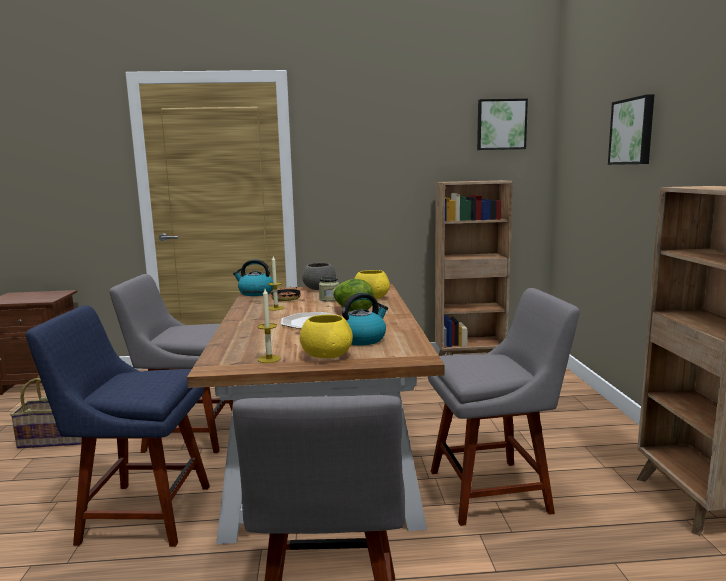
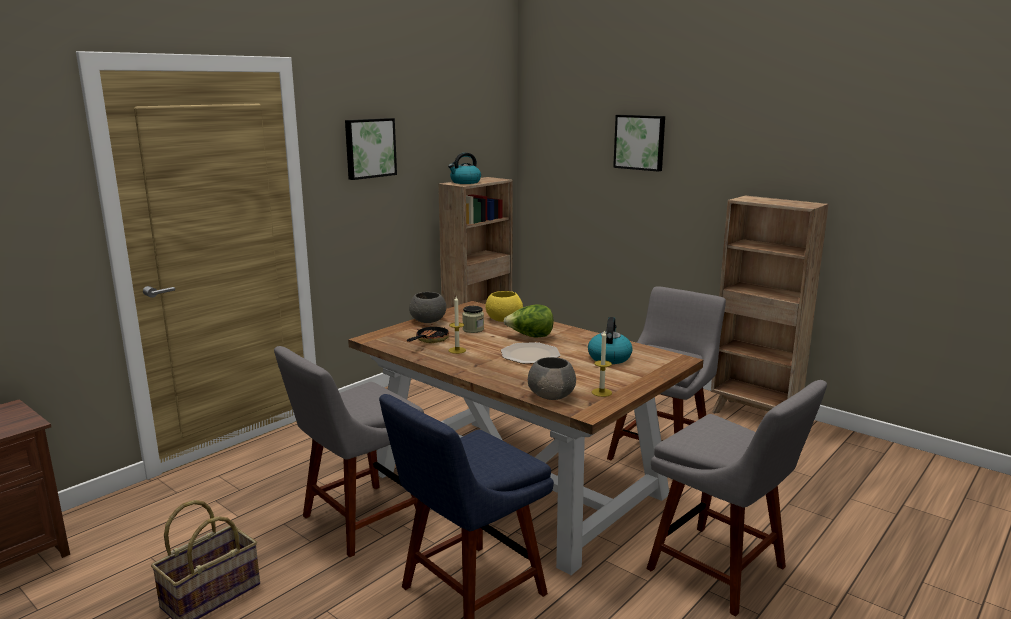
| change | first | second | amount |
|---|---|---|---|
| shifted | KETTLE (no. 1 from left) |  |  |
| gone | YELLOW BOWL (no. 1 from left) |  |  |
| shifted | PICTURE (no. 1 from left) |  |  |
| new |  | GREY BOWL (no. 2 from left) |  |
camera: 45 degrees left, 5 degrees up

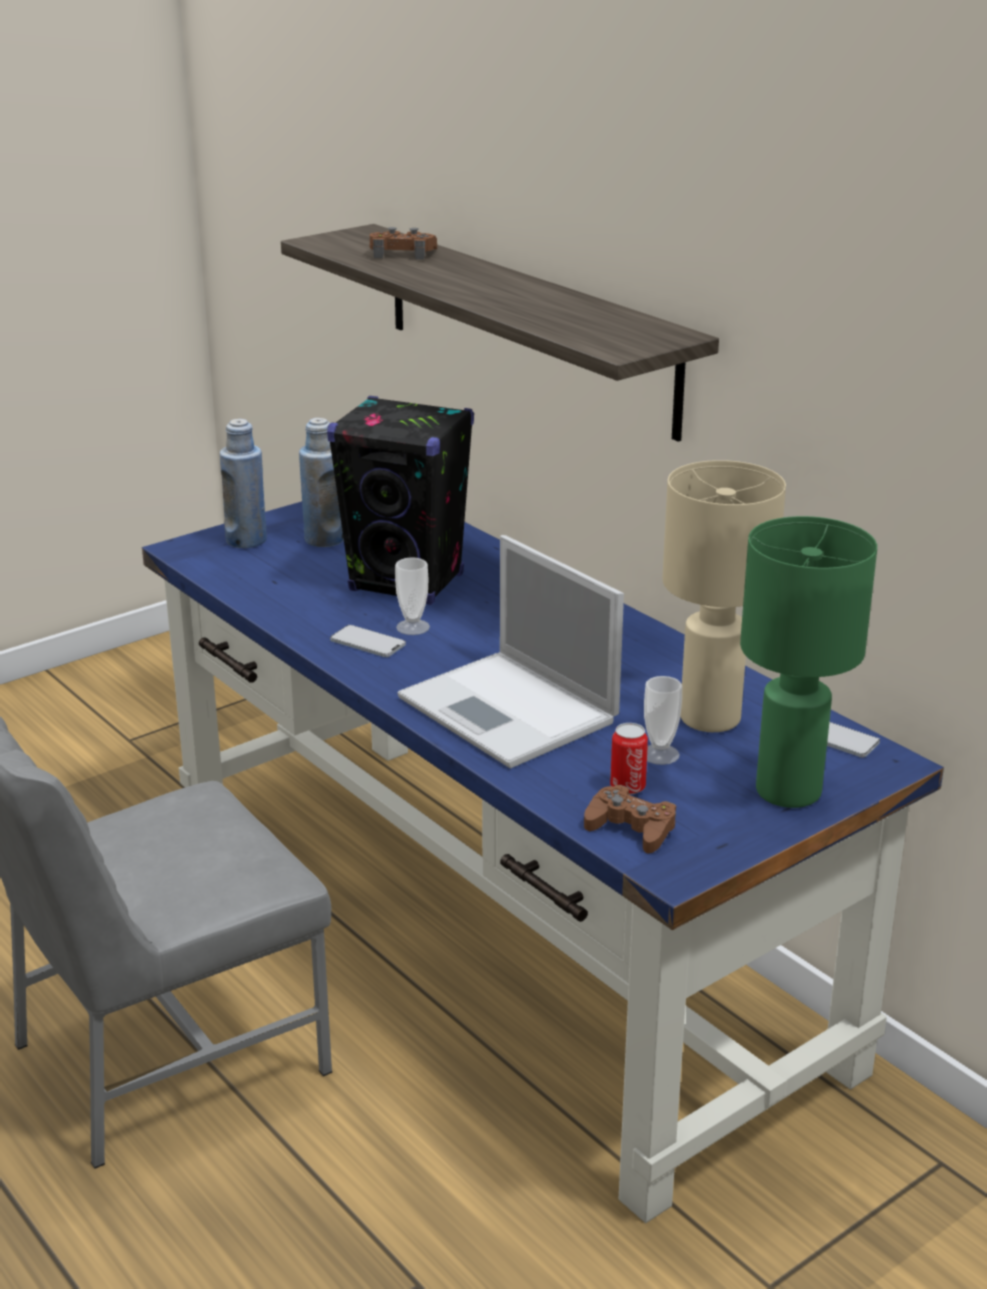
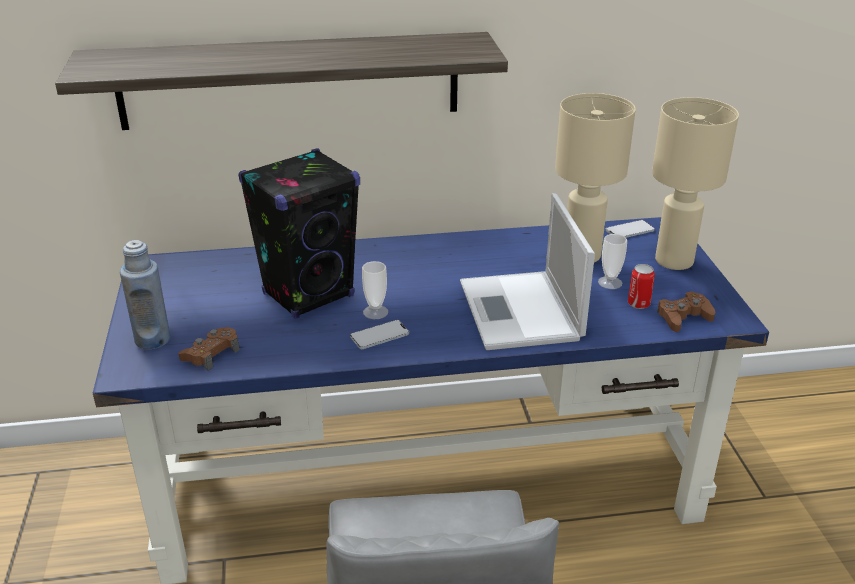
| change | first | second | amount |
|---|---|---|---|
| gone | BLUE BOTTLE (no. 2 from left) |  |  |
| shifted | BROWN GAME CONTROLLER (no. 1 from left) |  |  |
| rotated | LAPTOP |  | 90 degrees clockwise |
| repainted | GREEN TABLE LAMP | BEIGE TABLE LAMP (no. 2 from left) |  |
camera: 60 degrees left, 5 degrees up

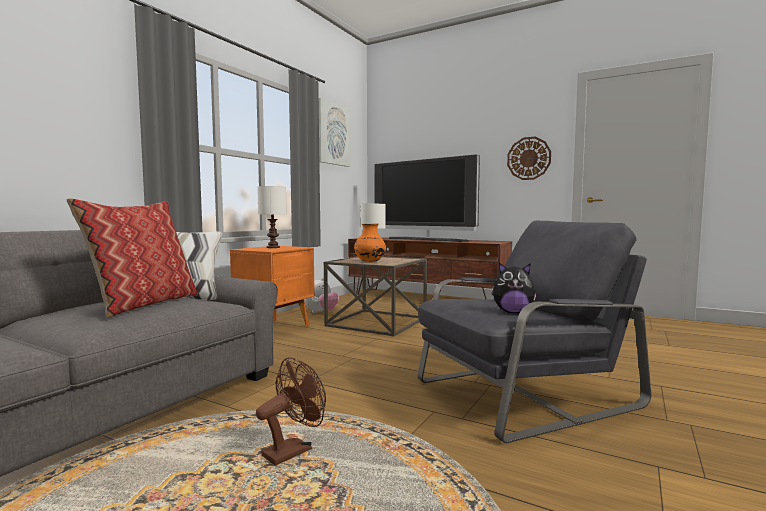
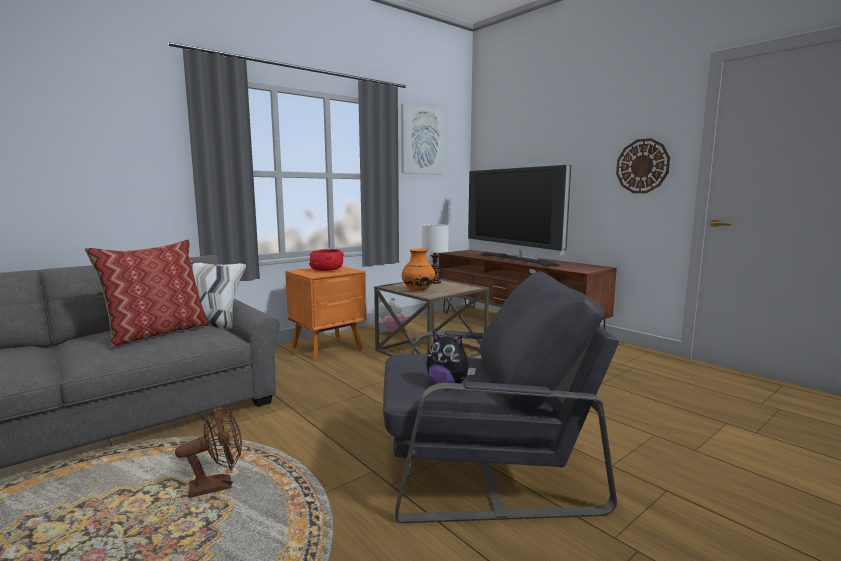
| change | first | second | amount |
|---|---|---|---|
| swapped | WHITE TABLE LAMP (no. 1 from left) | RED BOWL |  |
camera: 20 degrees right, 5 degrees up

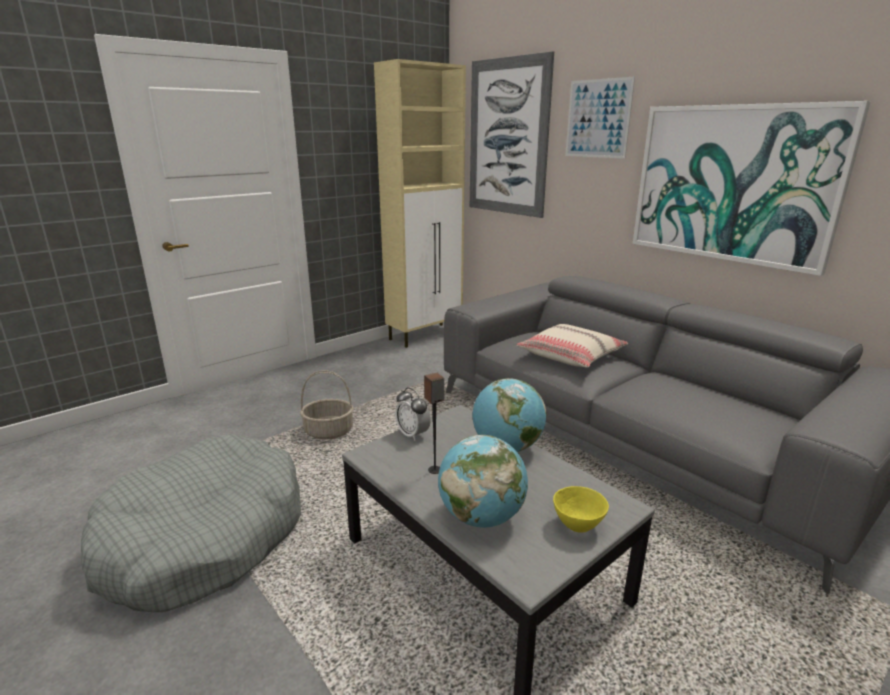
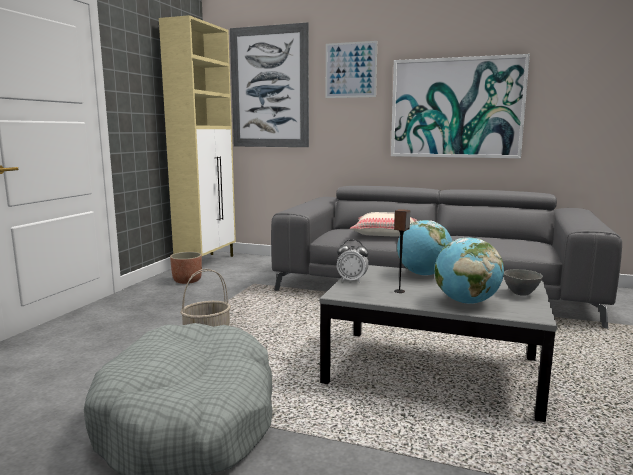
| change | first | second | amount |
|---|---|---|---|
| repainted | YELLOW BOWL | GREY BOWL |  |
| new |  | PLANTER |  |
camera: 30 degrees left, 10 degrees down

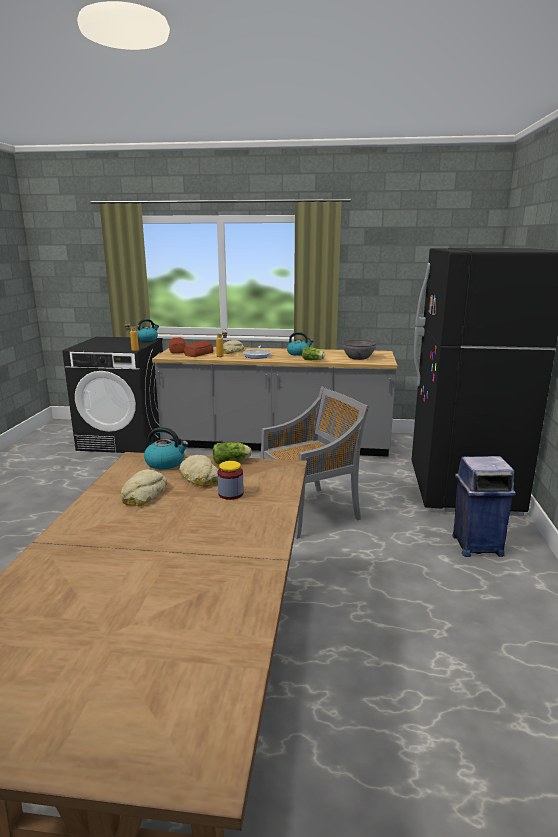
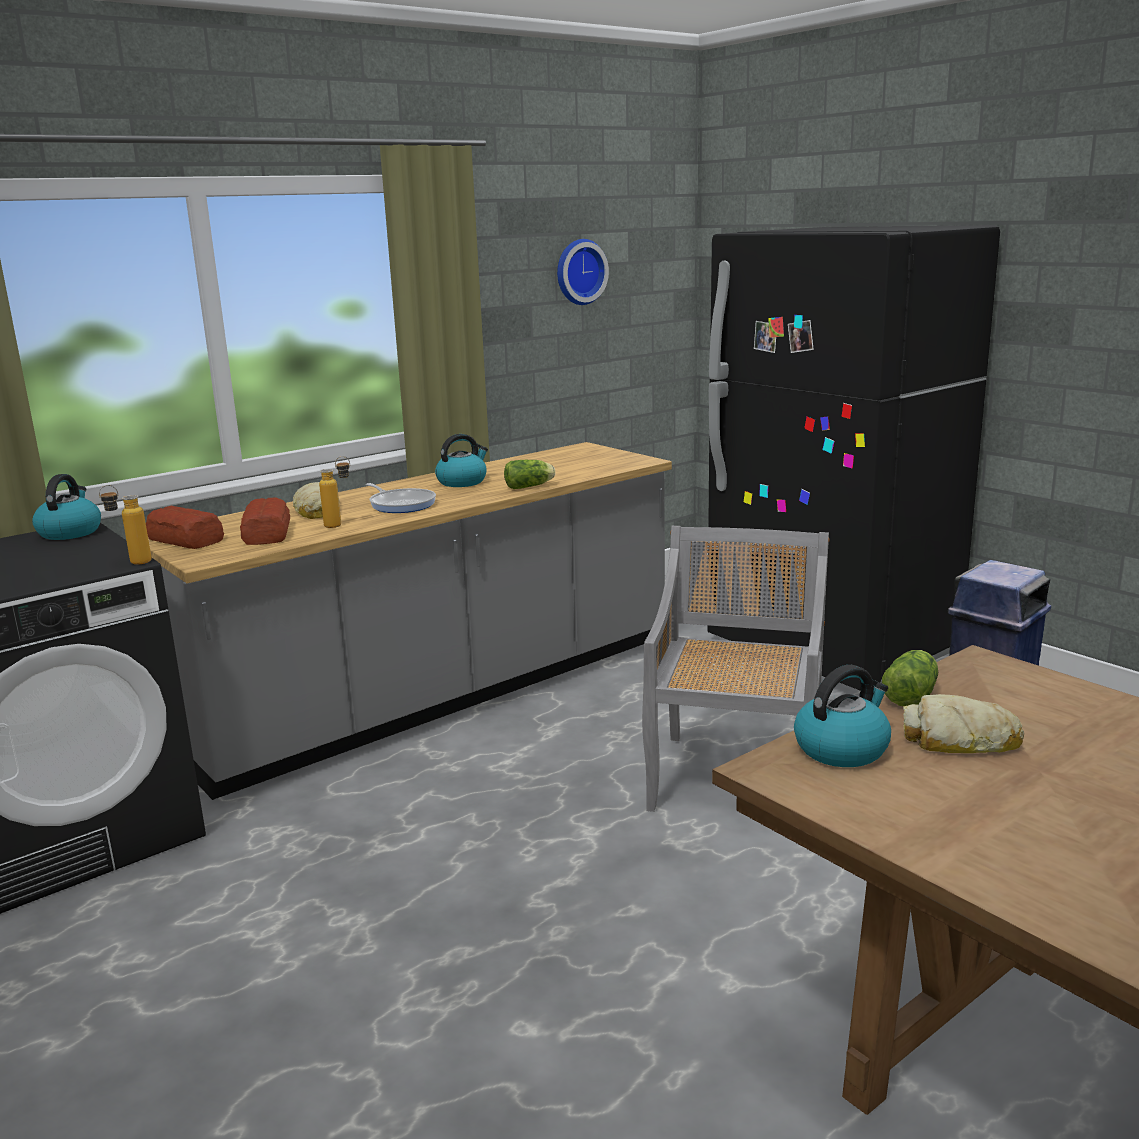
| change | first | second | amount |
|---|---|---|---|
| gone | BREAD (no. 1 from left) |  |  |
| gone | JAR |  |  |
| gone | GREY BOWL |  |  |
| new |  | WALL CLOCK |  |
camera: 45 degrees left, 0 degrees up

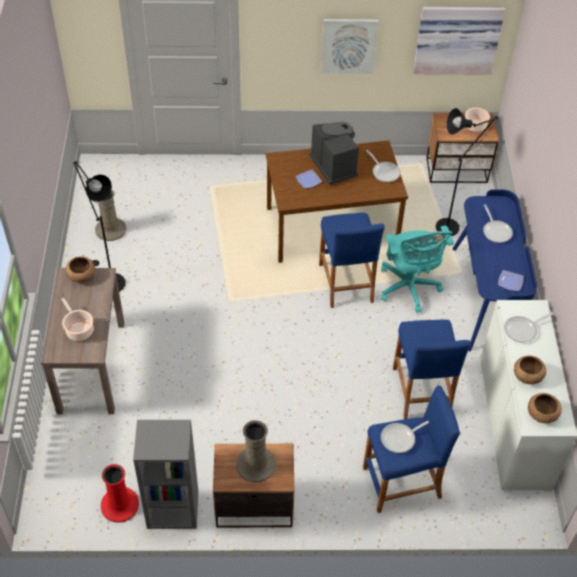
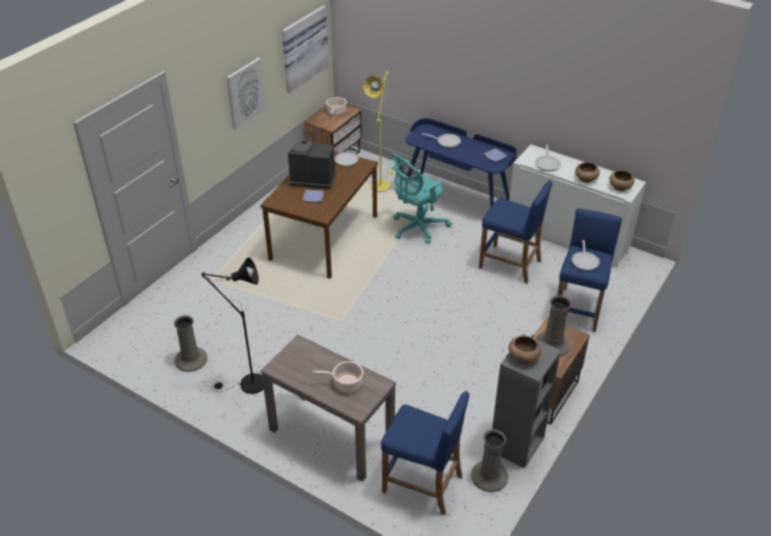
| change | first | second | amount |
|---|---|---|---|
| shifted | BROWN BOWL (no. 1 from left) |  |  |
| repainted | RED VASE | BEIGE VASE (no. 2 from left) |  |
| shifted | BLUE STOOL (no. 1 from left) |  |  |
| rotated | TURQUOISE OFFICE CHAIR |  | 120 degrees clockwise |
| repainted | BLACK FLOOR LAMP (no. 2 from left) | YELLOW FLOOR LAMP |  |
camera: 55 degrees left, 10 degrees down

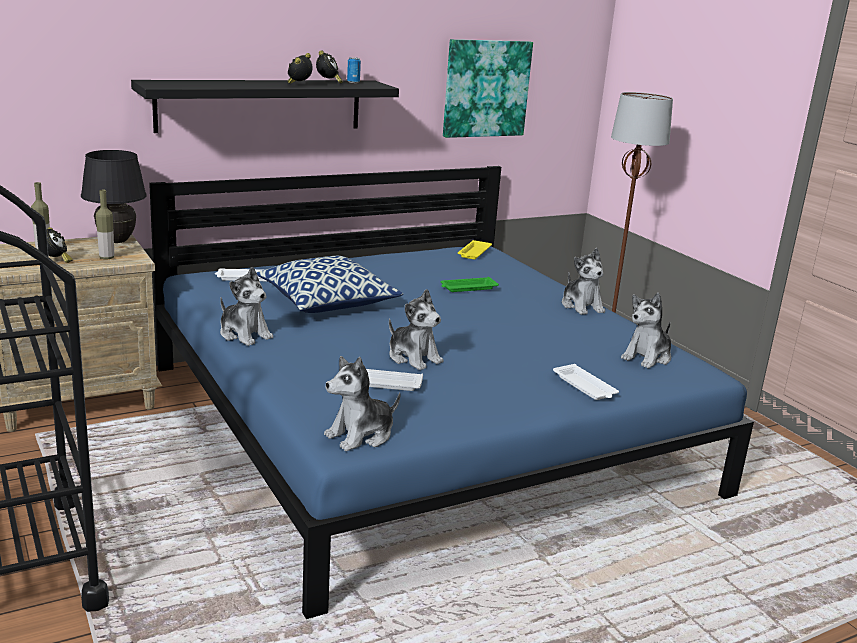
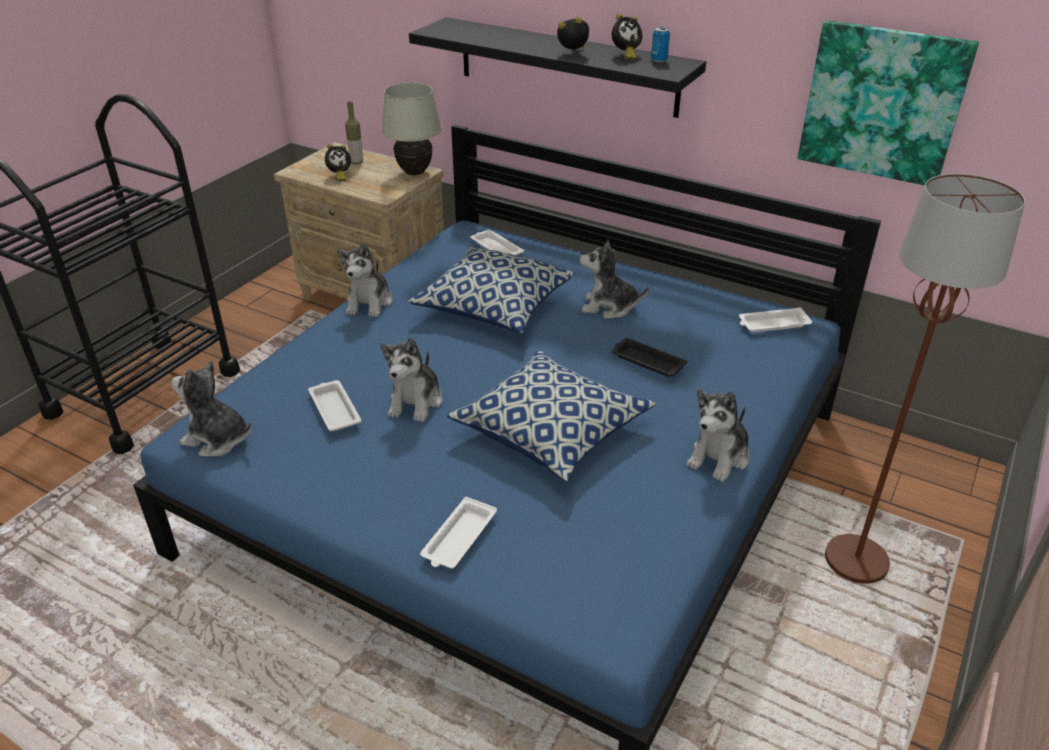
| change | first | second | amount |
|---|---|---|---|
| repainted | BLACK TABLE LAMP | WHITE TABLE LAMP |  |
| gone | BOTTLE (no. 2 from left) |  |  |
| repainted | GREEN TRAY | BLACK TRAY |  |
| repainted | YELLOW TRAY | WHITE TRAY (no. 4 from left) |  |
| shifted | PLUSH TOY (no. 5 from left in the first image) | PLUSH TOY (no. 4 from left) |  |
| new |  | PILLOW (no. 2 from left) |  |
camera: 60 degrees right, 15 degrees up

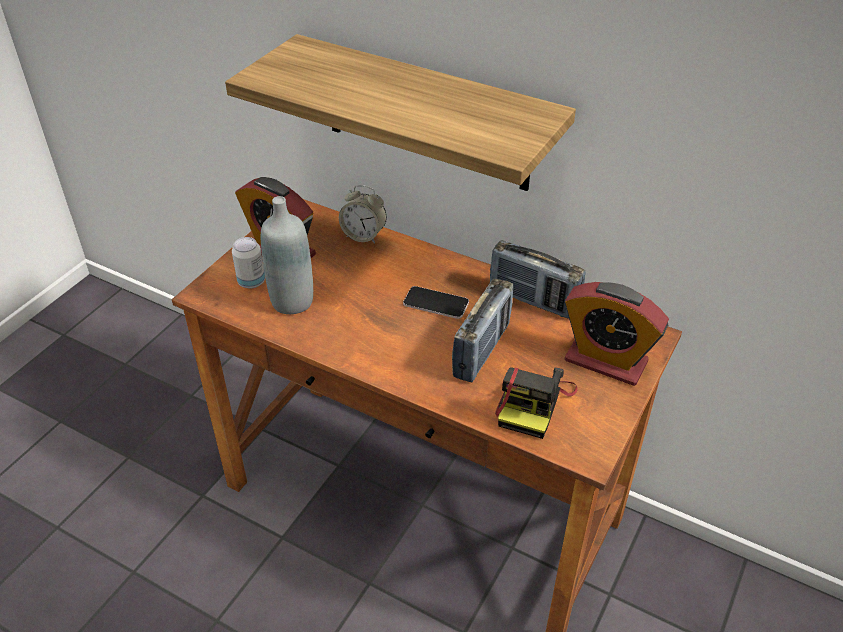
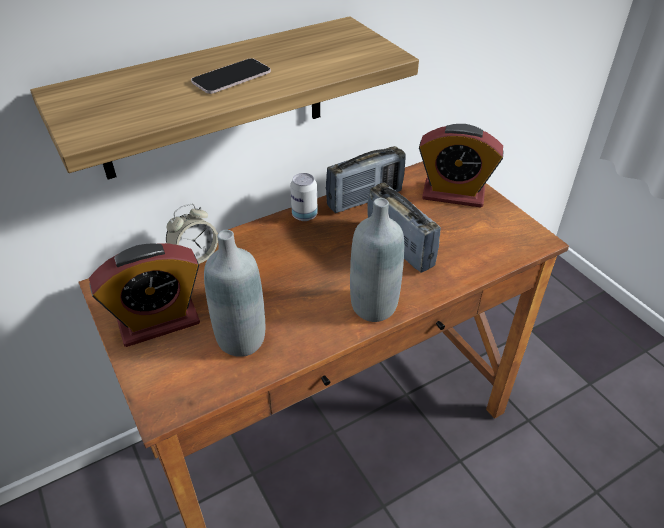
| change | first | second | amount |
|---|---|---|---|
| shifted | CAN |  |  |
| shifted | PHONE |  |  |
| gone | PHOTO CAMERA |  |  |
| rotated | ALARM CLOCK (no. 3 from left) |  | 45 degrees clockwise |
| new |  | GREY BOTTLE (no. 2 from left) |  |
camera: 60 degrees left, 0 degrees up

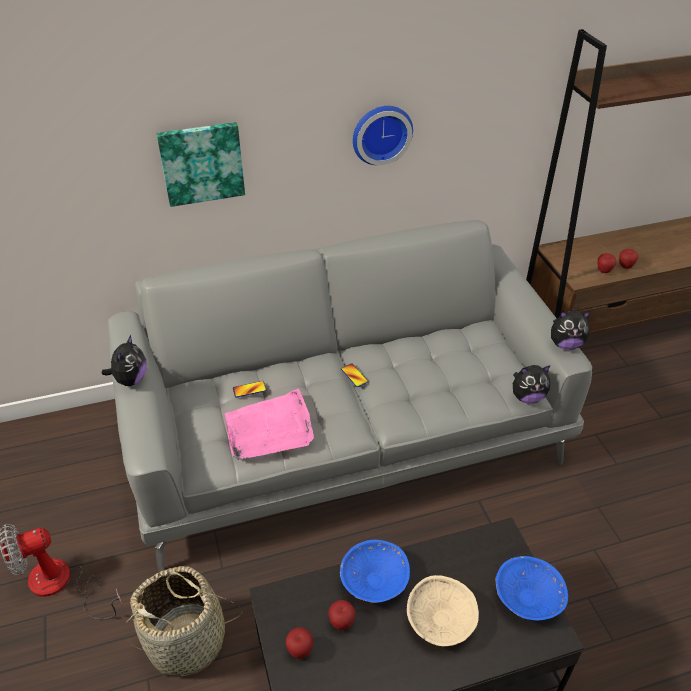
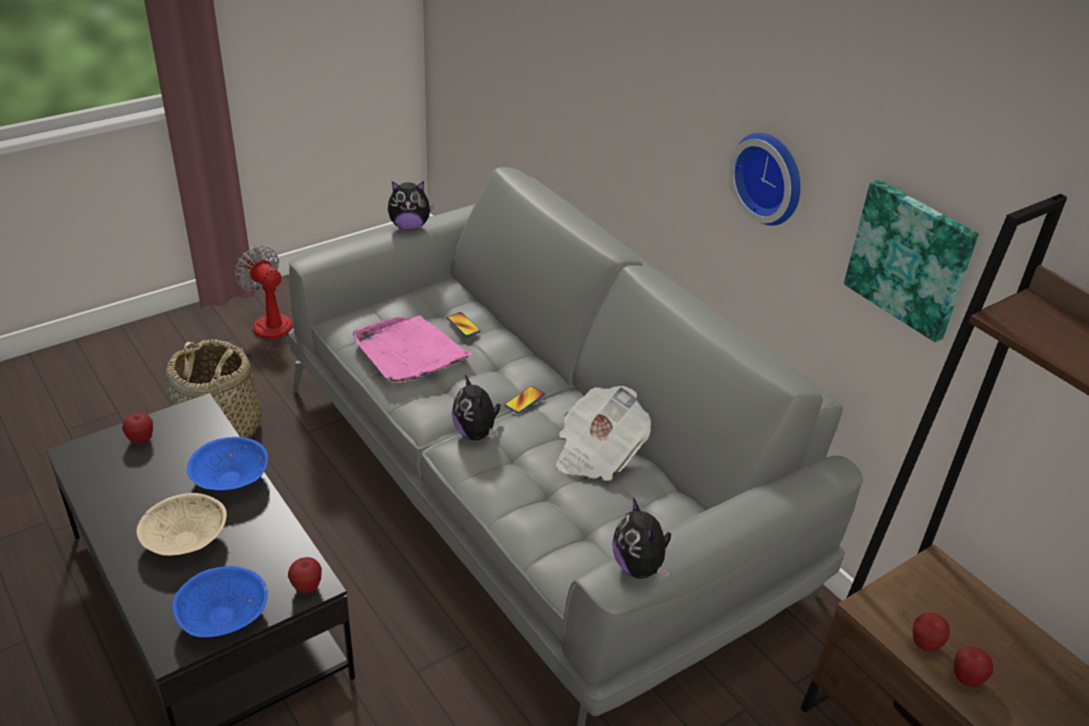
| change | first | second | amount |
|---|---|---|---|
| shifted | PICTURE |  |  |
| shifted | APPLE (no. 2 from left) |  |  |
| shifted | PLUSH TOY (no. 2 from left) |  |  |
| new |  | NEWSPAPER |  |
camera: 70 degrees right, 5 degrees down

